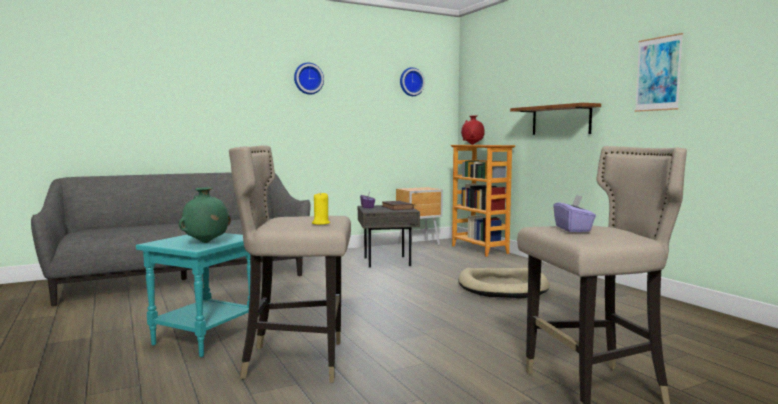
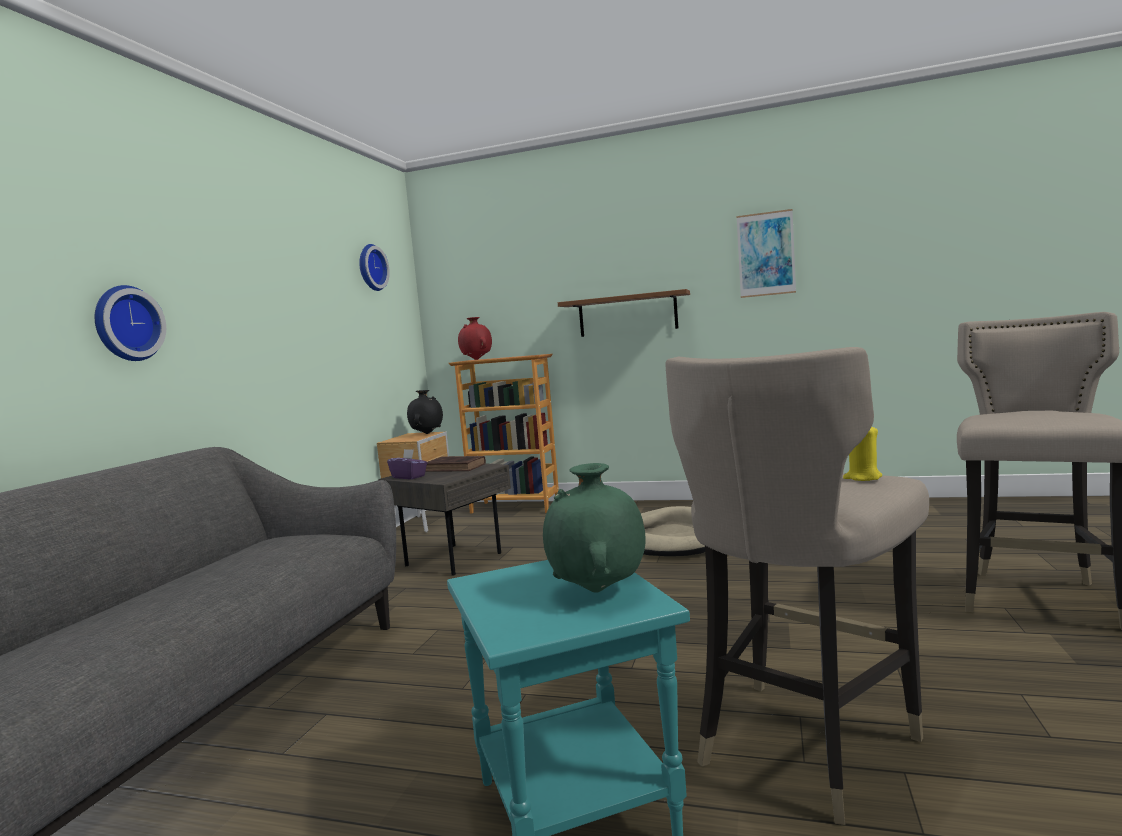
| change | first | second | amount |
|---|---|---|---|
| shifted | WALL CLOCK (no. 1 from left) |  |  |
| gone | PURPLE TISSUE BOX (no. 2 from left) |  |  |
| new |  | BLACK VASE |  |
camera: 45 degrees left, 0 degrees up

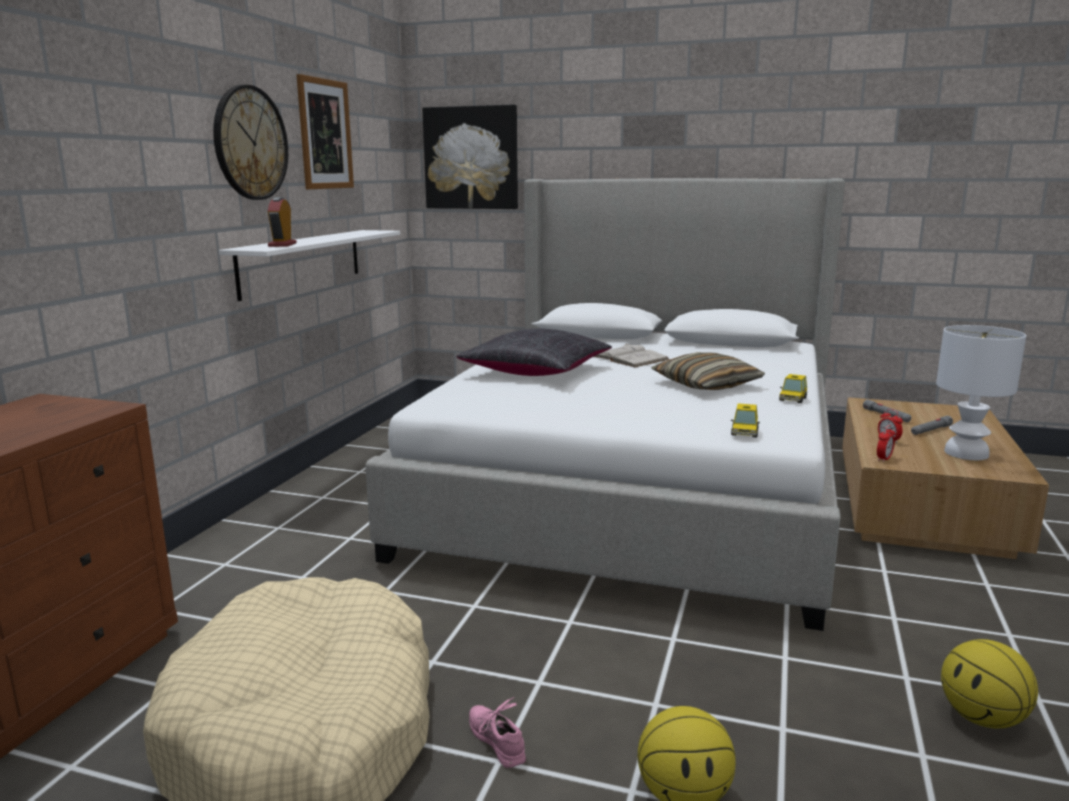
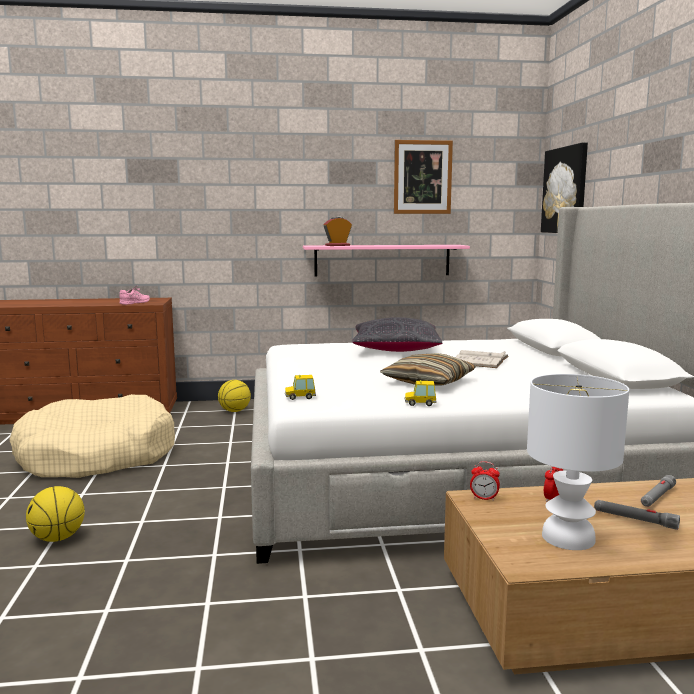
| change | first | second | amount |
|---|---|---|---|
| gone | WALL CLOCK |  |  |
| repainted | WHITE SHELF | PINK SHELF |  |
| shifted | PINK SHOE |  |  |
| shifted | BASKETBALL (no. 2 from left) |  |  |
camera: 65 degrees right, 5 degrees down

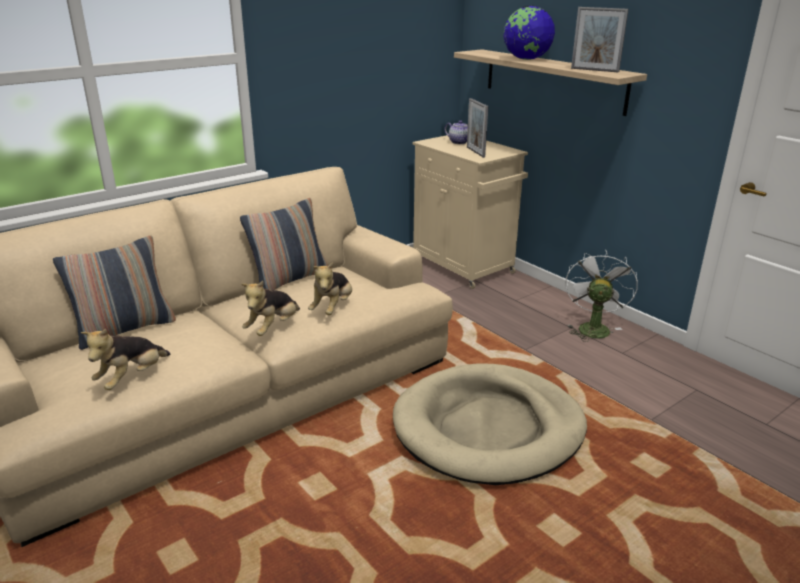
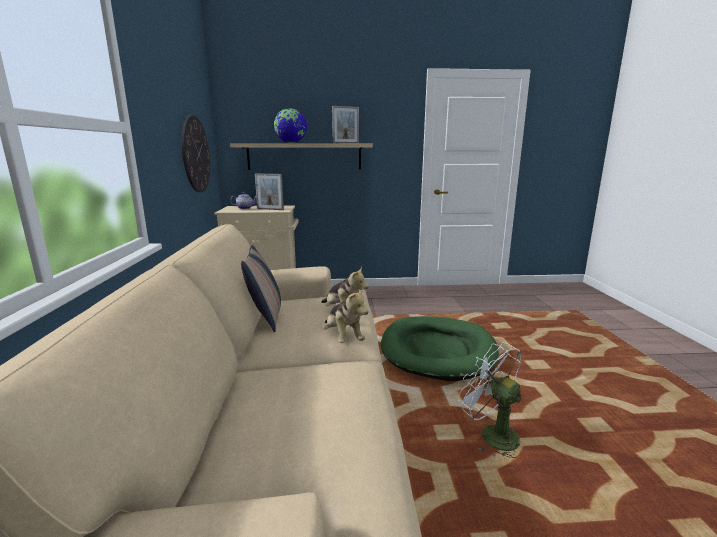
| change | first | second | amount |
|---|---|---|---|
| gone | PILLOW (no. 1 from left) |  |  |
| gone | PLUSH TOY (no. 1 from left) |  |  |
| repainted | BEIGE DOG BED | GREEN DOG BED |  |
| shifted | WHITE FAN |  |  |
| new |  | WALL CLOCK |  |
camera: 55 degrees left, 10 degrees down

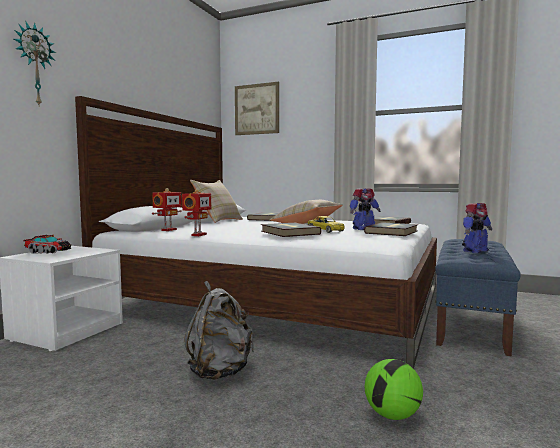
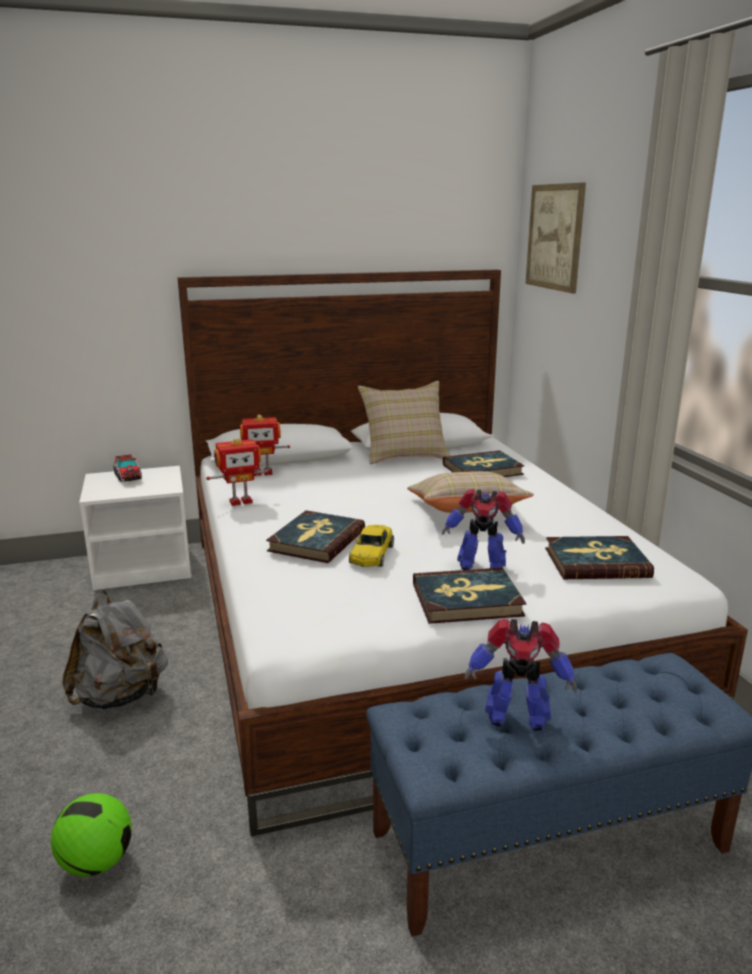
| change | first | second | amount |
|---|---|---|---|
| gone | WALL CLOCK |  |  |
camera: 50 degrees right, 15 degrees up

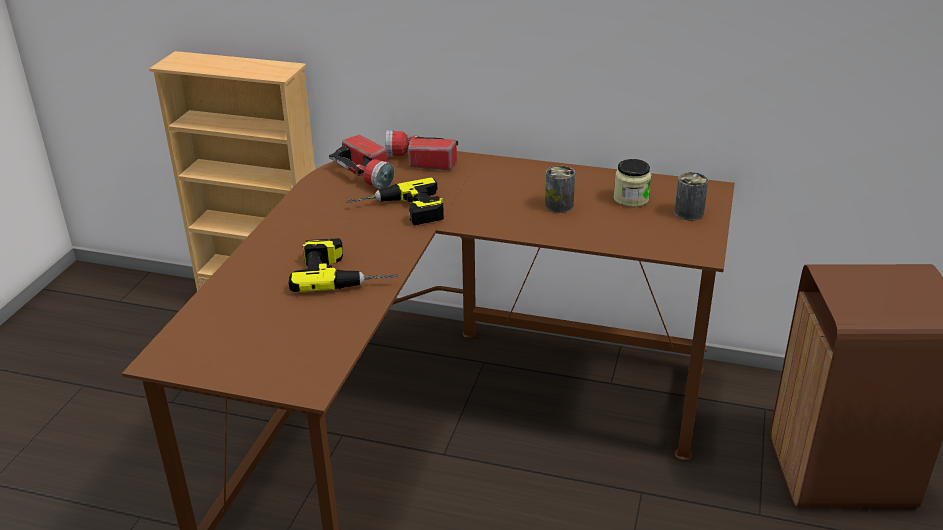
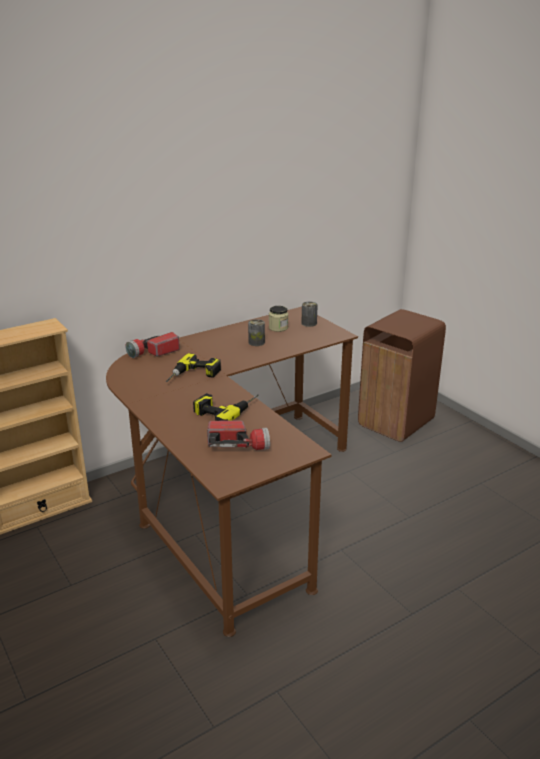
| change | first | second | amount |
|---|---|---|---|
| shifted | FLASHLIGHT (no. 1 from left in the first image) | FLASHLIGHT (no. 2 from left) |  |
camera: 50 degrees left, 5 degrees down

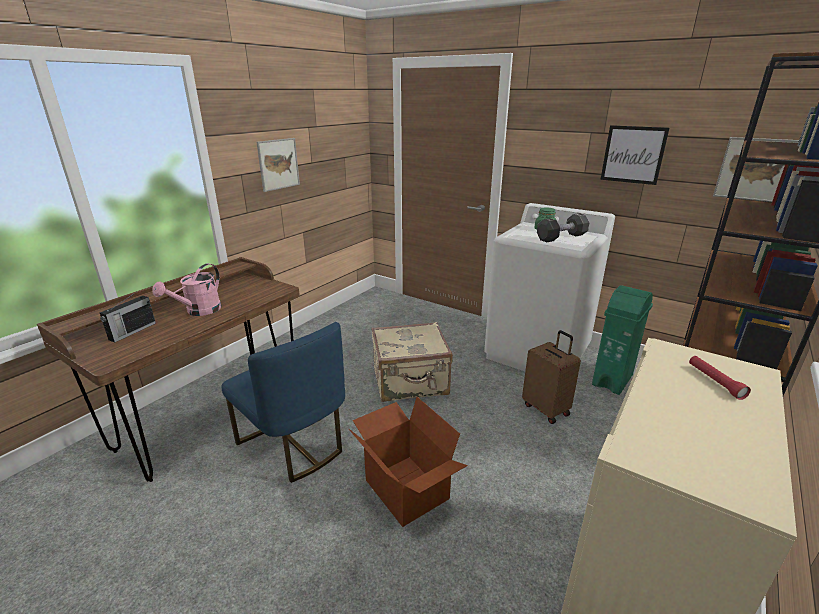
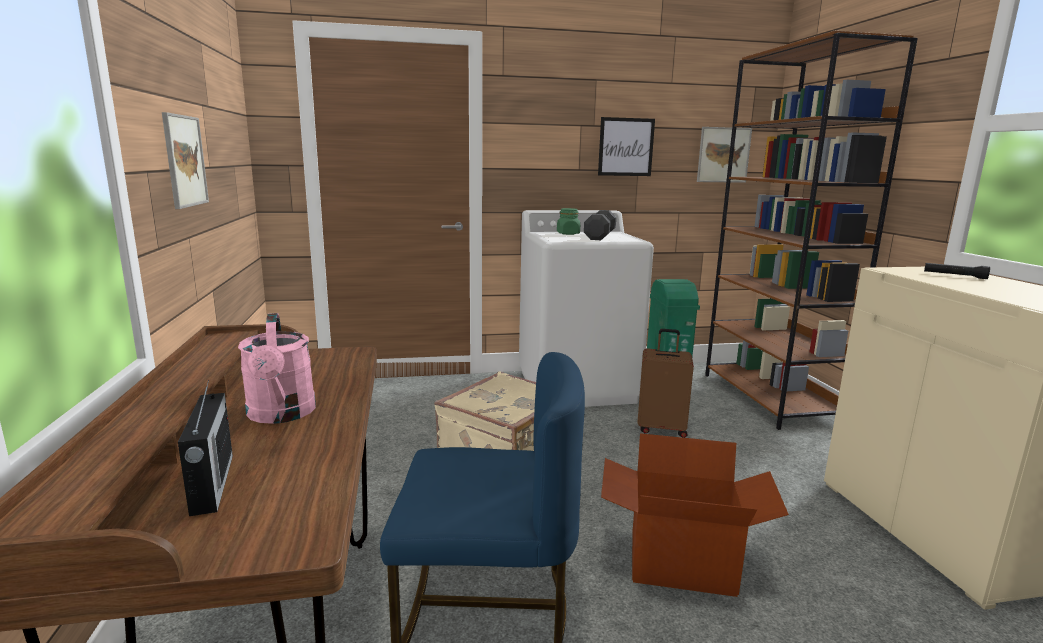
| change | first | second | amount |
|---|---|---|---|
| repainted | RED FLASHLIGHT | BLACK FLASHLIGHT |  |
camera: 45 degrees left, 10 degrees down

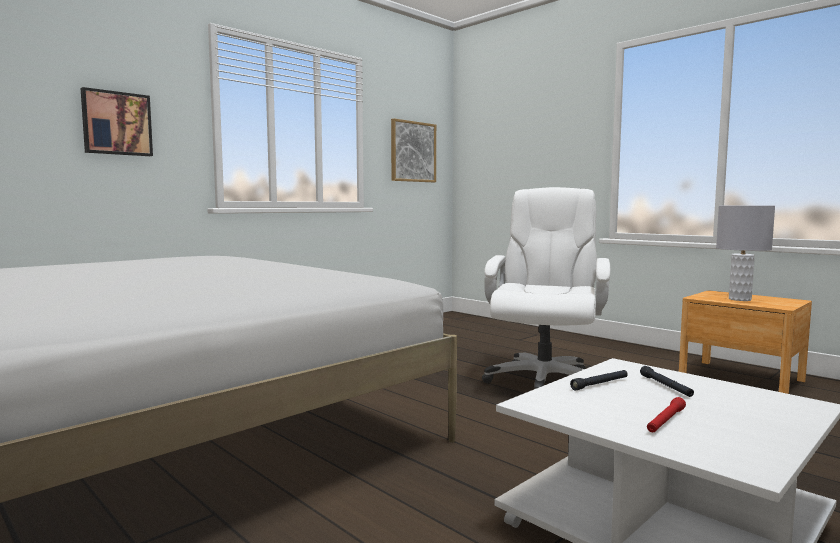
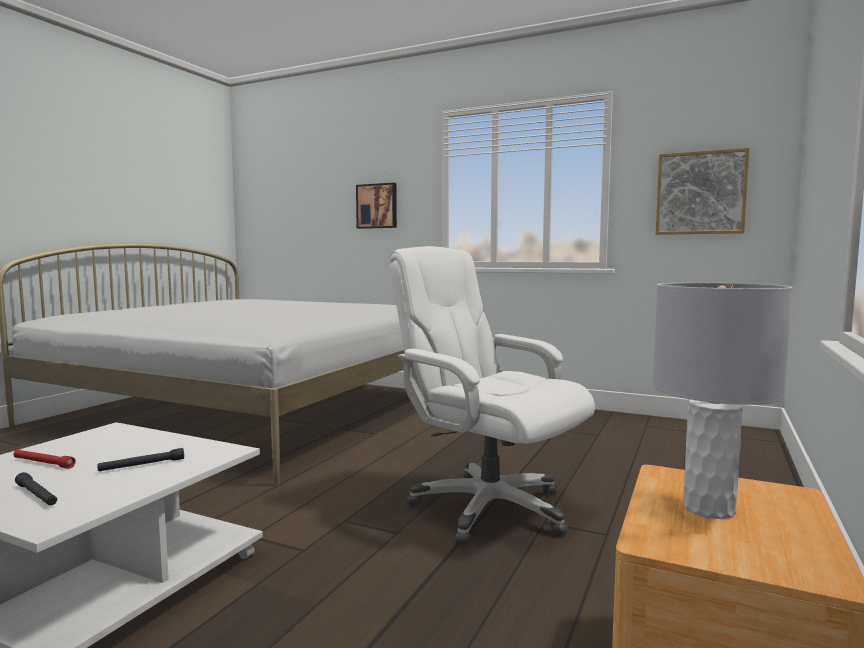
| change | first | second | amount |
|---|---|---|---|
| rotated | WHITE OFFICE CHAIR |  | 135 degrees counterclockwise |
| shifted | BLACK FLASHLIGHT (no. 1 from left) |  |  |
camera: 70 degrees right, 0 degrees up

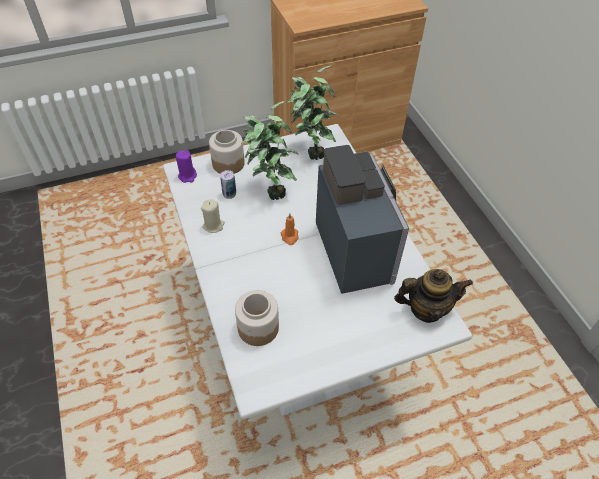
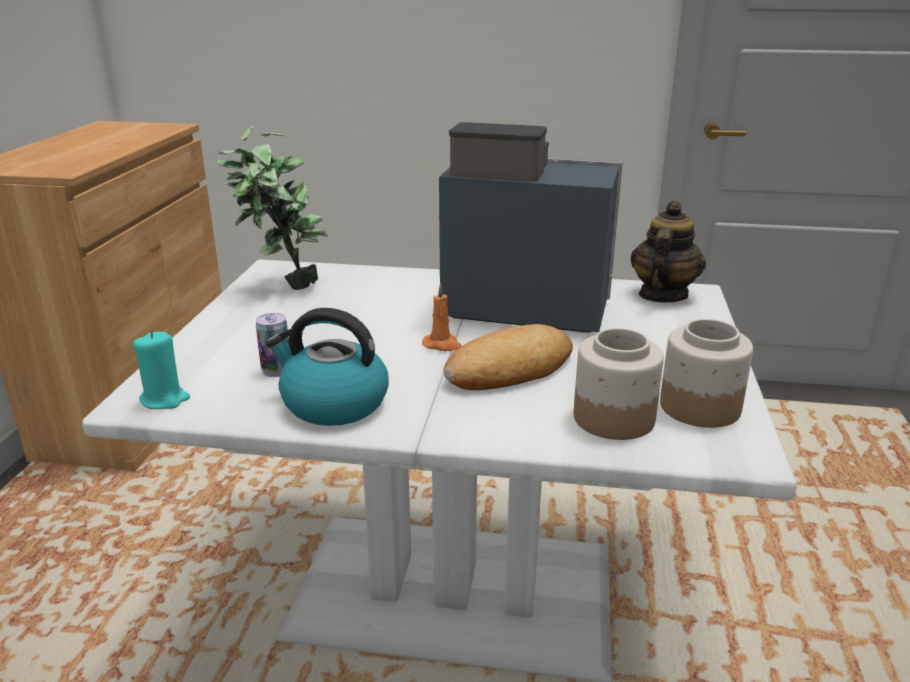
| change | first | second | amount |
|---|---|---|---|
| repainted | PURPLE CANDLE | TURQUOISE CANDLE |  |
| swapped | BEIGE CANDLE | KETTLE |  |
| shifted | JAR (no. 1 from left in the first image) | JAR (no. 2 from left) |  |
| gone | POTTED PLANT (no. 1 from left) |  |  |
| new |  | BREAD |  |
camera: 60 degrees left, 25 degrees down

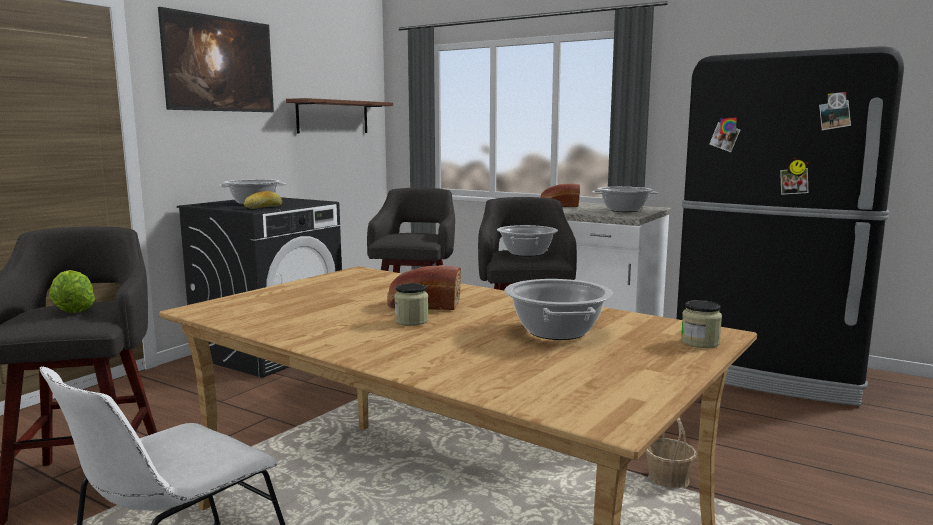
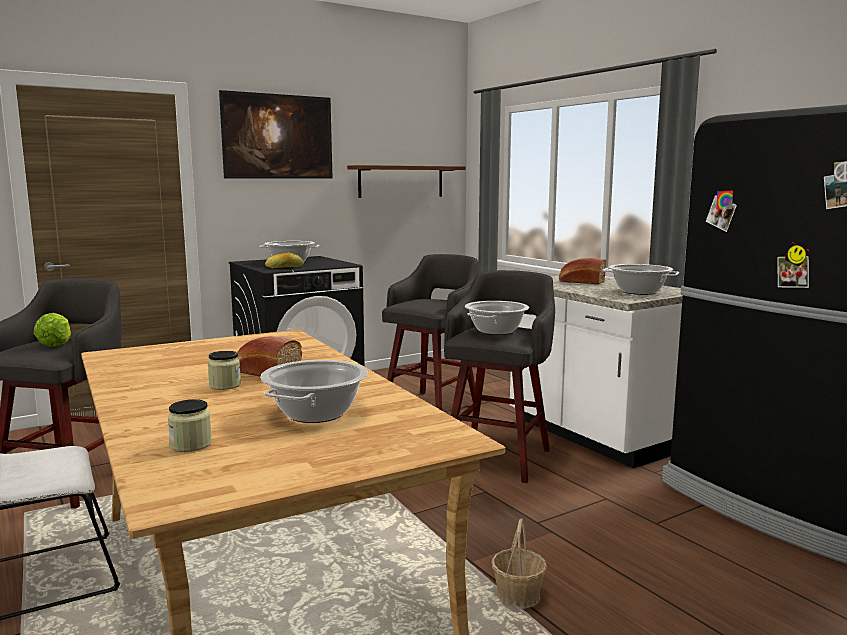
| change | first | second | amount |
|---|---|---|---|
| shifted | JAR (no. 2 from left in the first image) | JAR (no. 1 from left) |  |
camera: 25 degrees right, 0 degrees up

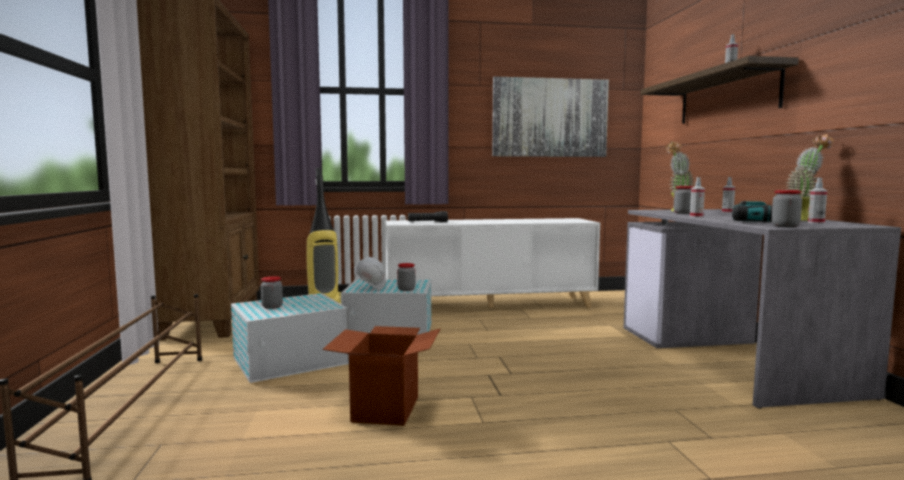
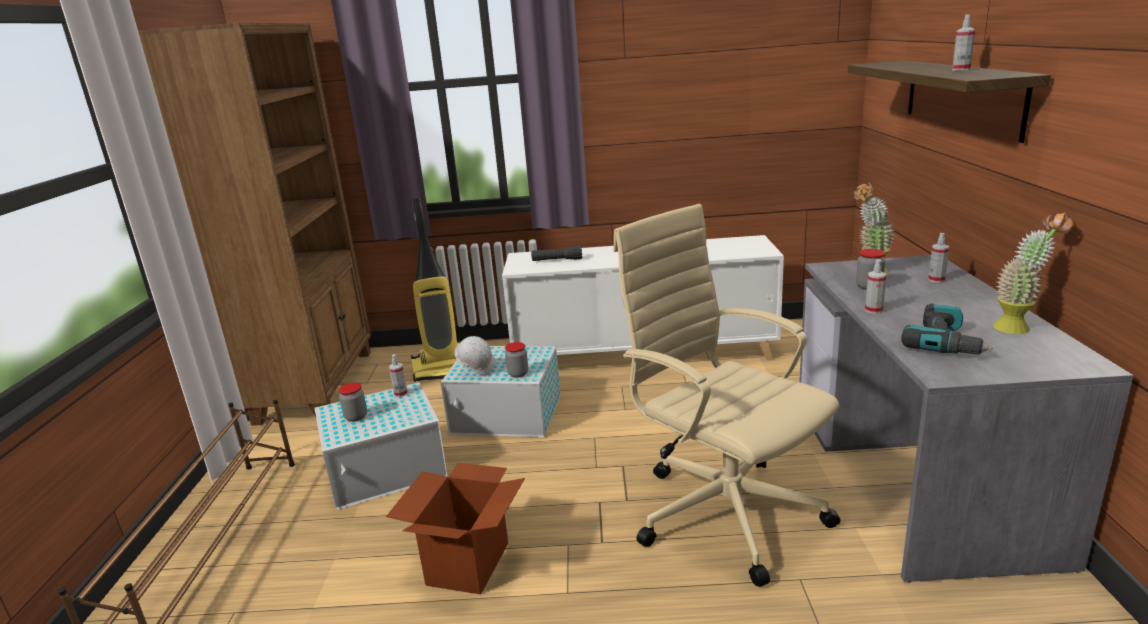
| change | first | second | amount |
|---|---|---|---|
| gone | PICTURE |  |  |
| gone | JAR (no. 4 from left) |  |  |
| shifted | SPRAY BOTTLE (no. 4 from left in the first image) | SPRAY BOTTLE (no. 1 from left) |  |
| new |  | BEIGE OFFICE CHAIR |  |
camera: 10 degrees right, 15 degrees up

